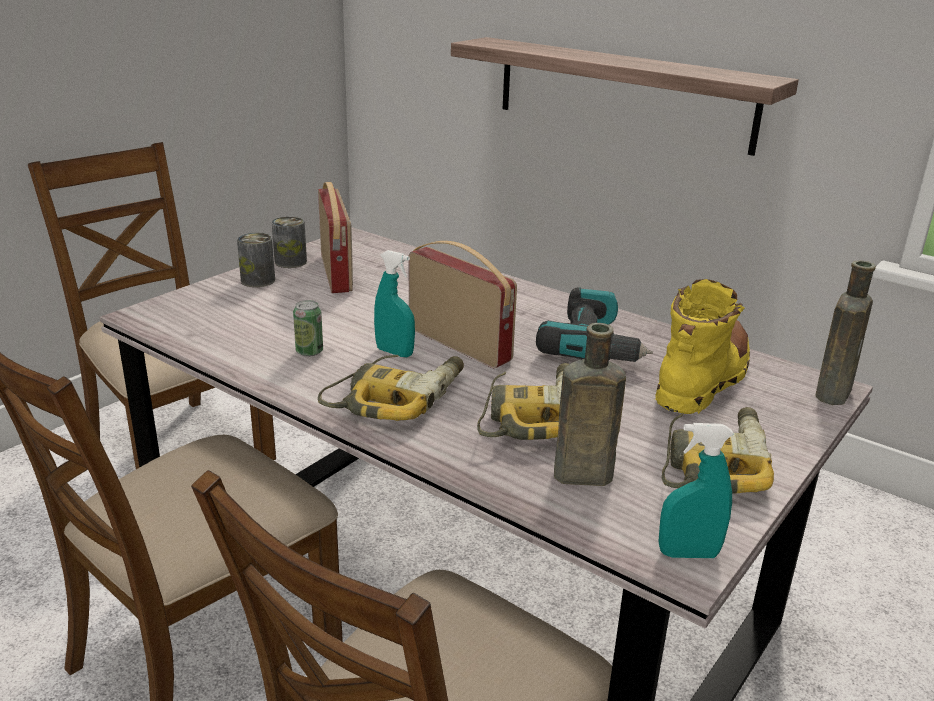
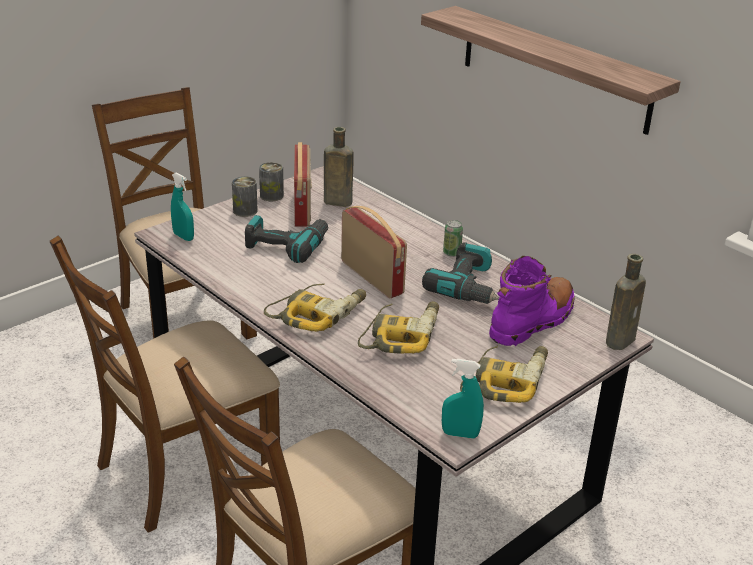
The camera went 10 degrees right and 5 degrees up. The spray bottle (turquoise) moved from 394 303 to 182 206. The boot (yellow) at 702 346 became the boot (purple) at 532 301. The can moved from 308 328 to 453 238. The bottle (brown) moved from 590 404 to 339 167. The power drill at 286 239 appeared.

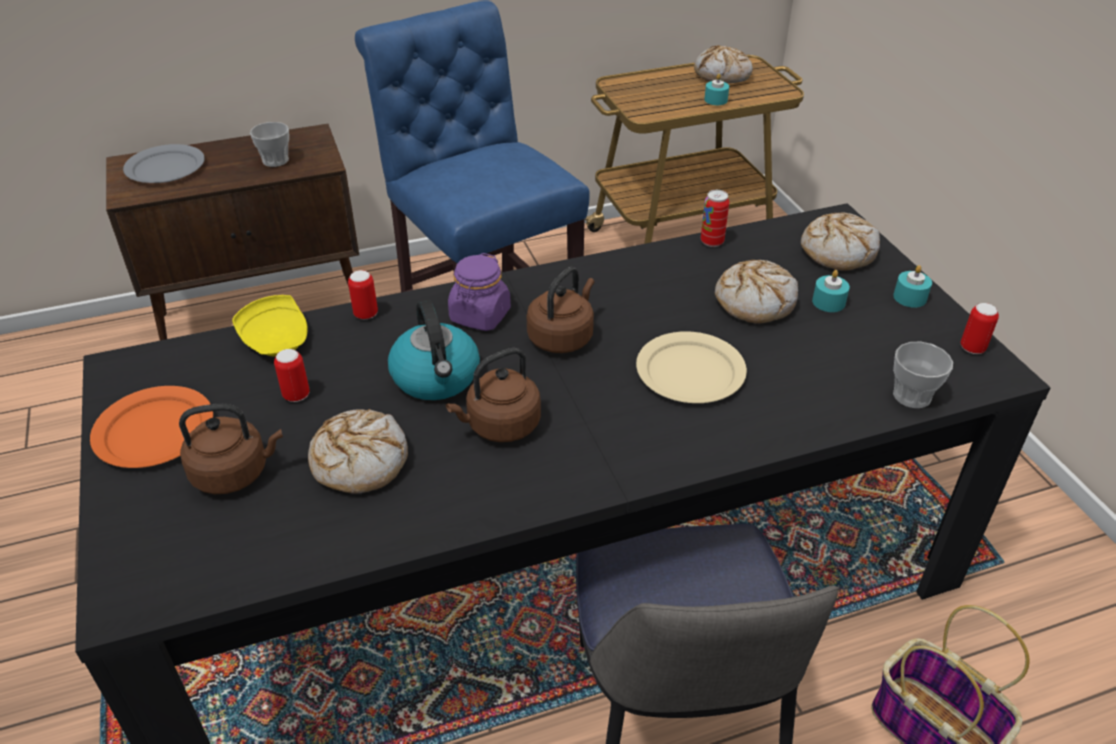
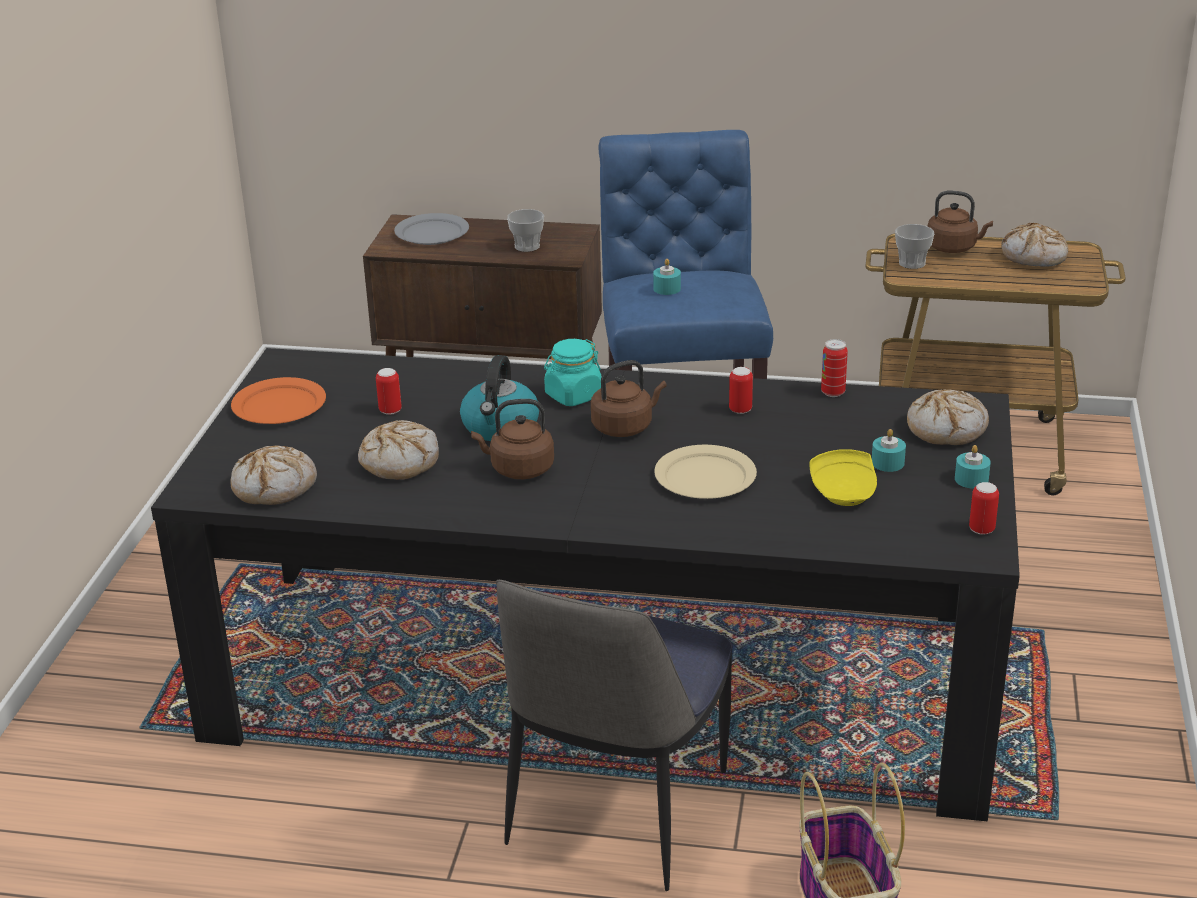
The camera went 30 degrees right and 10 degrees down. The candle (turquoise) moved from 716 89 to 667 277. The jar (purple) at 479 292 became the jar (turquoise) at 573 372. The bread moved from 756 292 to 273 475. The can moved from 363 294 to 741 390. The plate (yellow) moved from 270 326 to 843 477. The cup moved from 923 374 to 914 246. The kettle (brown) moved from 231 448 to 960 222.

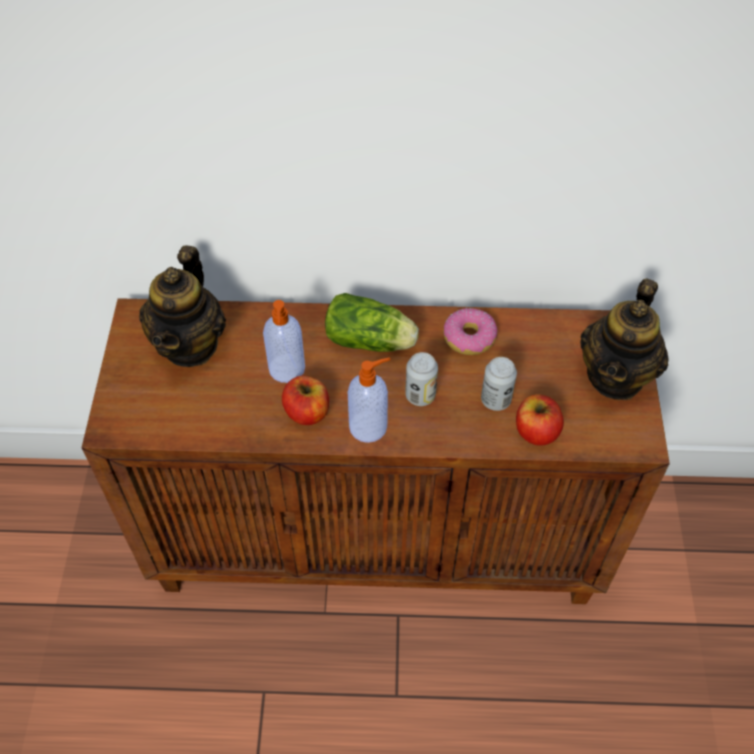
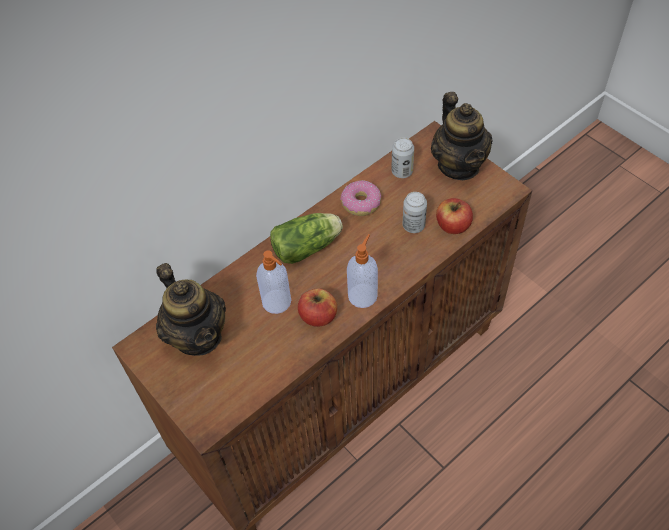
The camera went 40 degrees left and 0 degrees up. The can moved from 421 379 to 402 158.

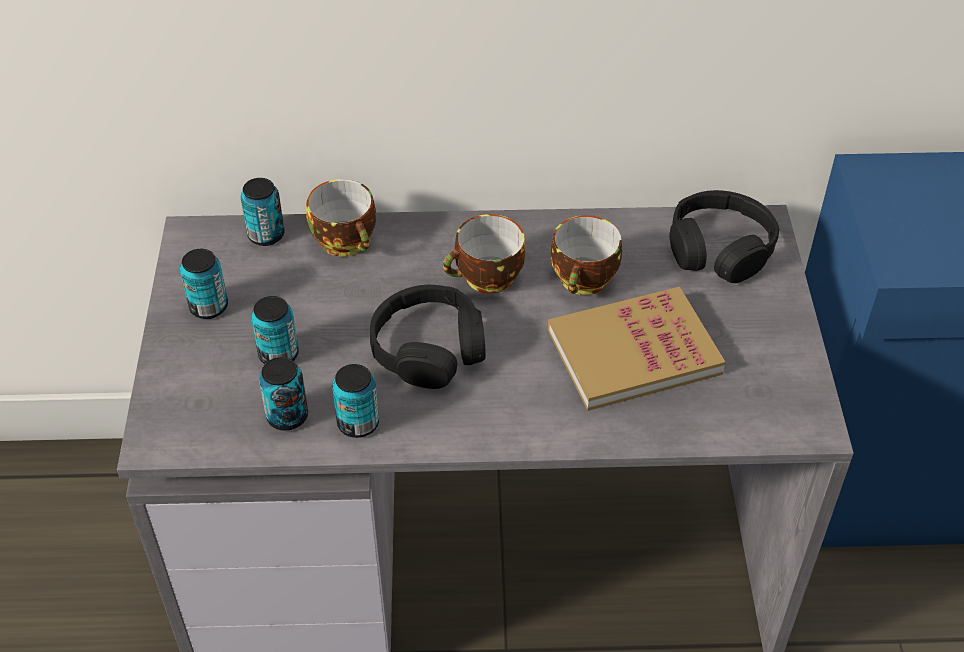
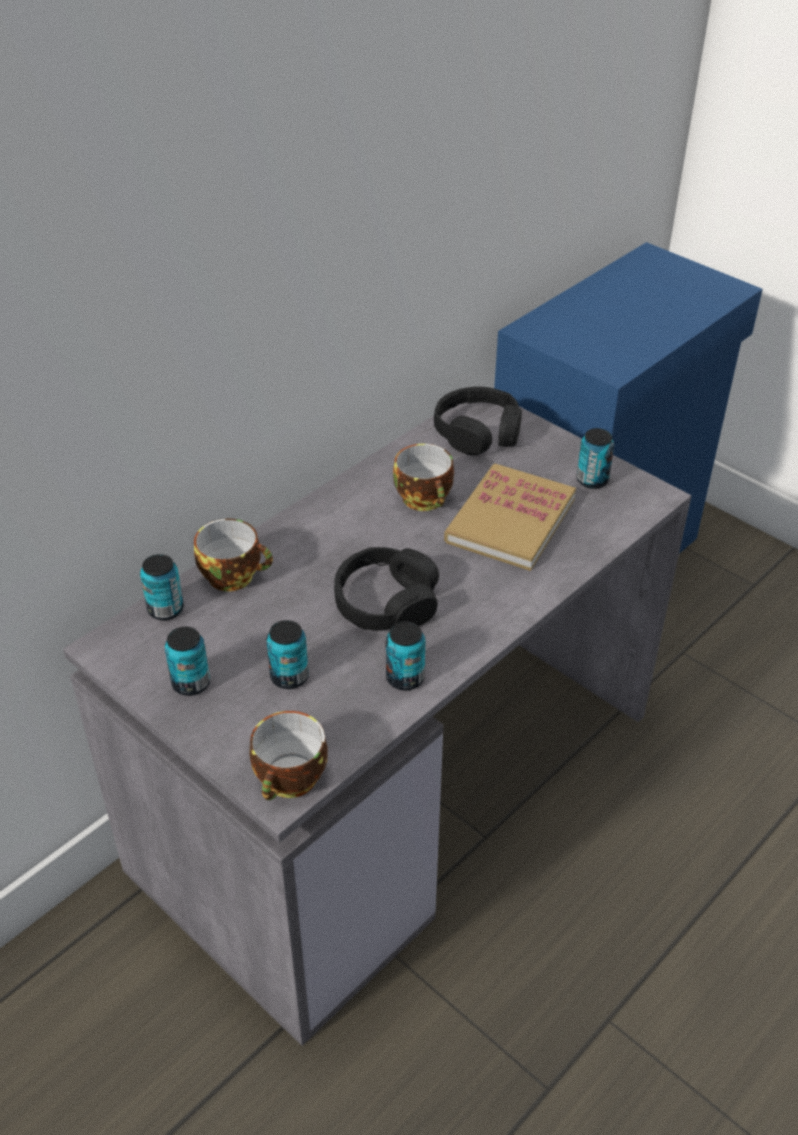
The camera went 45 degrees left and 5 degrees down. The cup moved from 484 254 to 289 755. The can moved from 283 394 to 595 458.

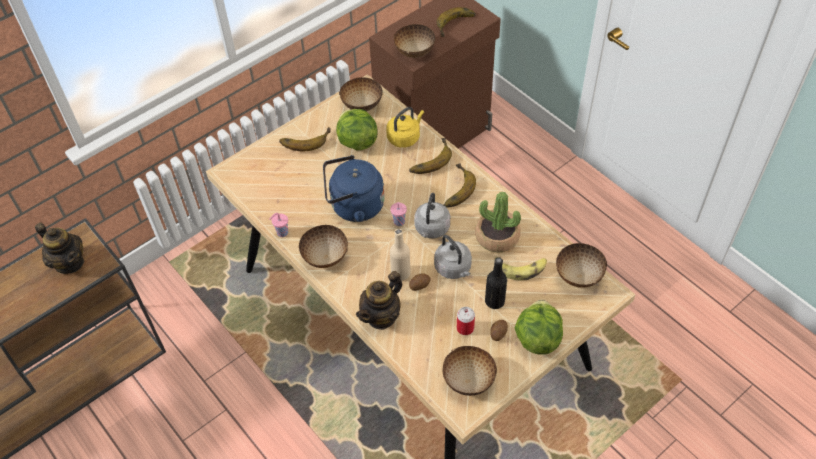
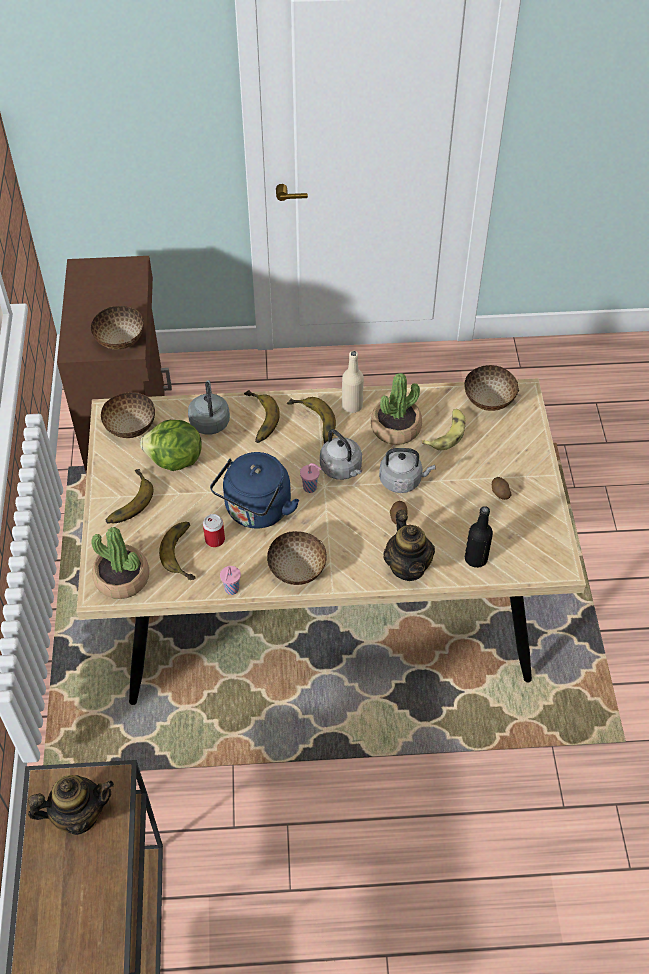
The camera went 55 degrees left and 0 degrees up. The banana moved from 456 22 to 177 551. The kettle (yellow) at 405 127 became the kettle (grey) at 209 407. The bottle (beige) moved from 400 255 to 353 382. The bottle (black) moved from 496 283 to 479 537. The lettuce at 539 327 disappeared. The can moved from 466 321 to 214 530. The bowl at 470 371 disappeared. The potted plant at 120 563 appeared.

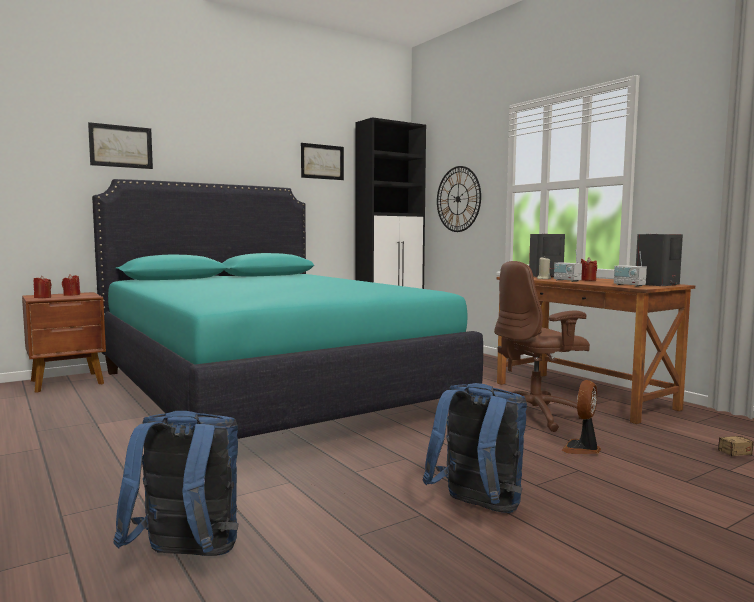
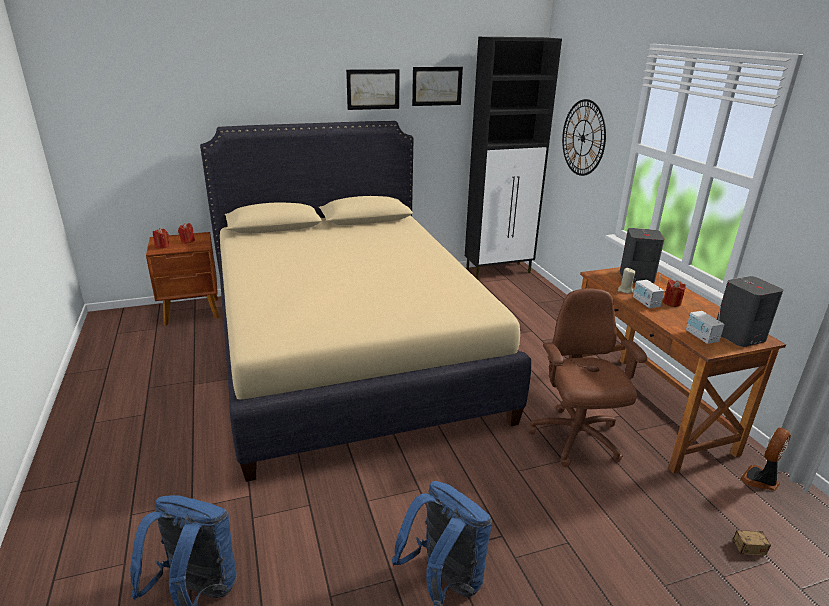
The camera went 15 degrees right and 20 degrees up. The picture moved from 120 145 to 373 89. The bed (turquoise) at 287 309 became the bed (beige) at 366 301. The office chair (brown) at 542 346 turned 90 degrees clockwise. The fan moved from 581 417 to 765 459.

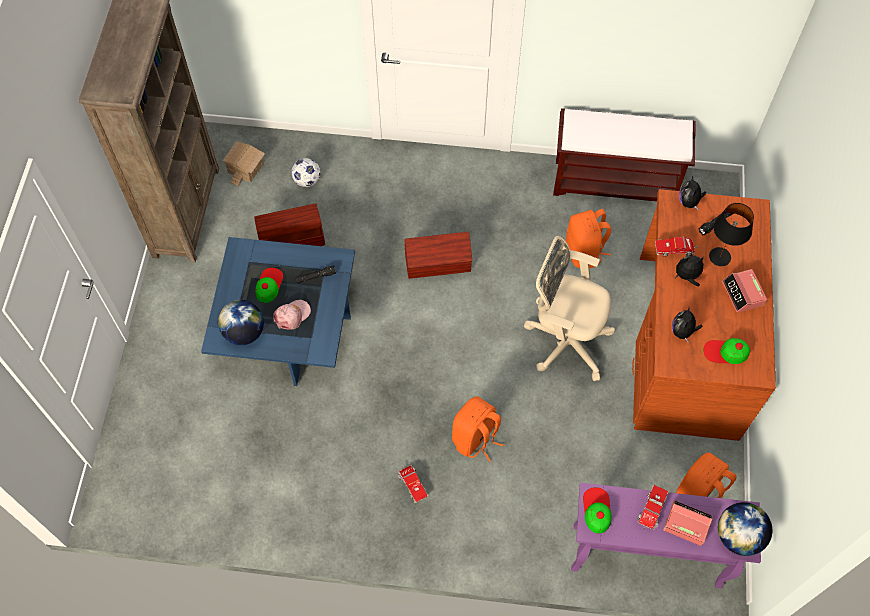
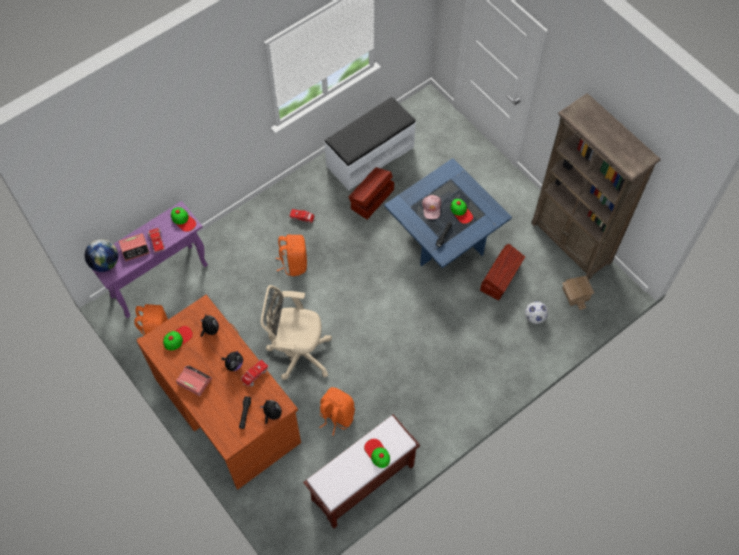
The camera went 135 degrees right and 0 degrees up. The table lamp (black) at 731 234 disappeared. The storage box (brown) moved from 438 255 to 371 193. The office chair (beige) at 569 308 turned 150 degrees counterclockwise. The globe at 241 322 disappeared. The bench (white) at 370 143 appeared. The cap at 377 453 appeared.

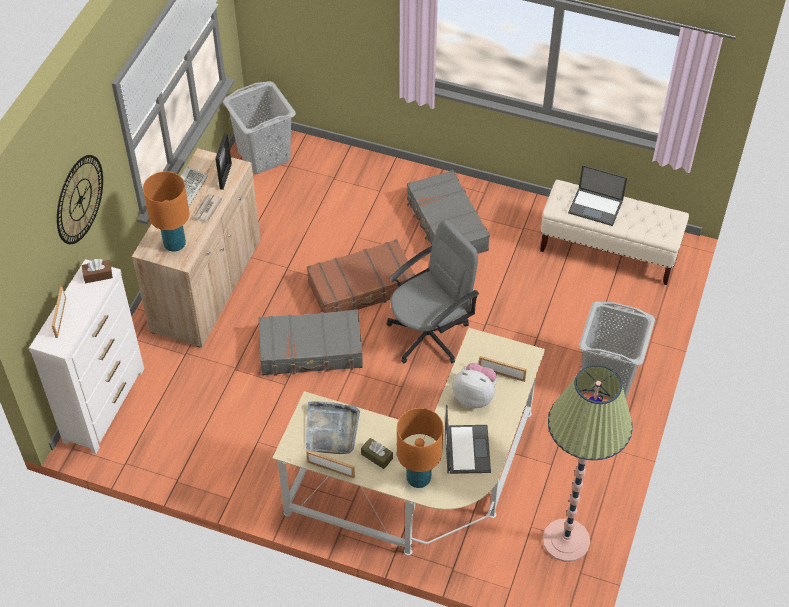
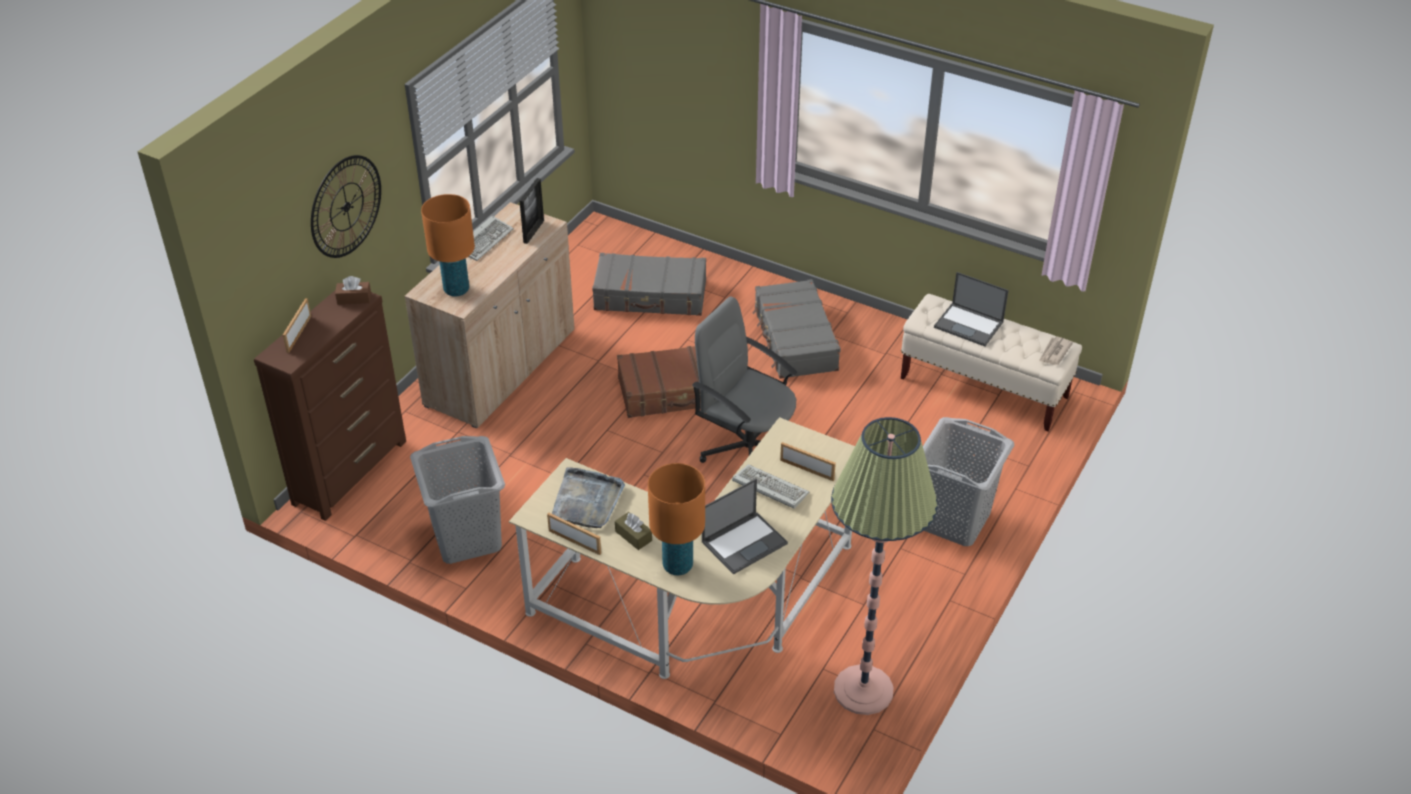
The camera went 10 degrees right and 10 degrees down. The laundry basket (grey) moved from 259 127 to 457 500. The newspaper moved from 208 208 to 1056 350. The office chair (grey) at 433 291 turned 120 degrees counterclockwise. The dresser (white) at 86 356 became the dresser (brown) at 330 405. The suitcase (grey) moved from 310 342 to 649 284. The plush toy at 474 385 was replaced by the keyboard at 770 486. The laptop at 468 439 turned 45 degrees clockwise.

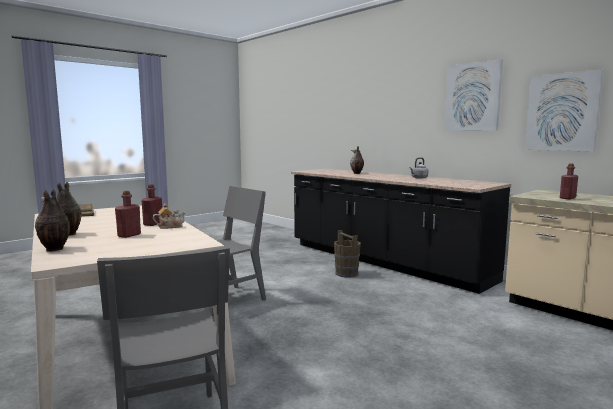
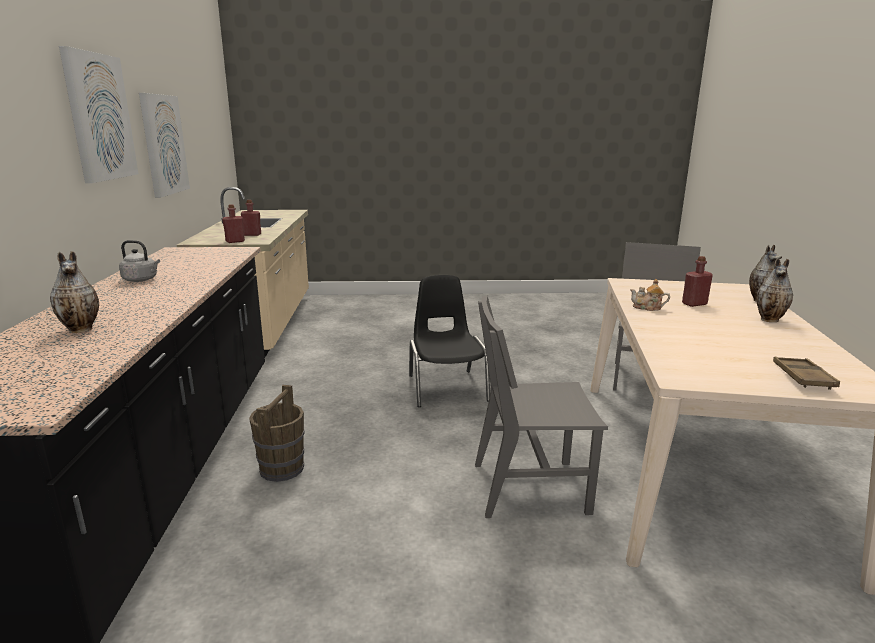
The camera went 140 degrees left and 10 degrees up. The bottle (red) moved from 151 205 to 233 223. The chair (black) at 449 341 appeared.

